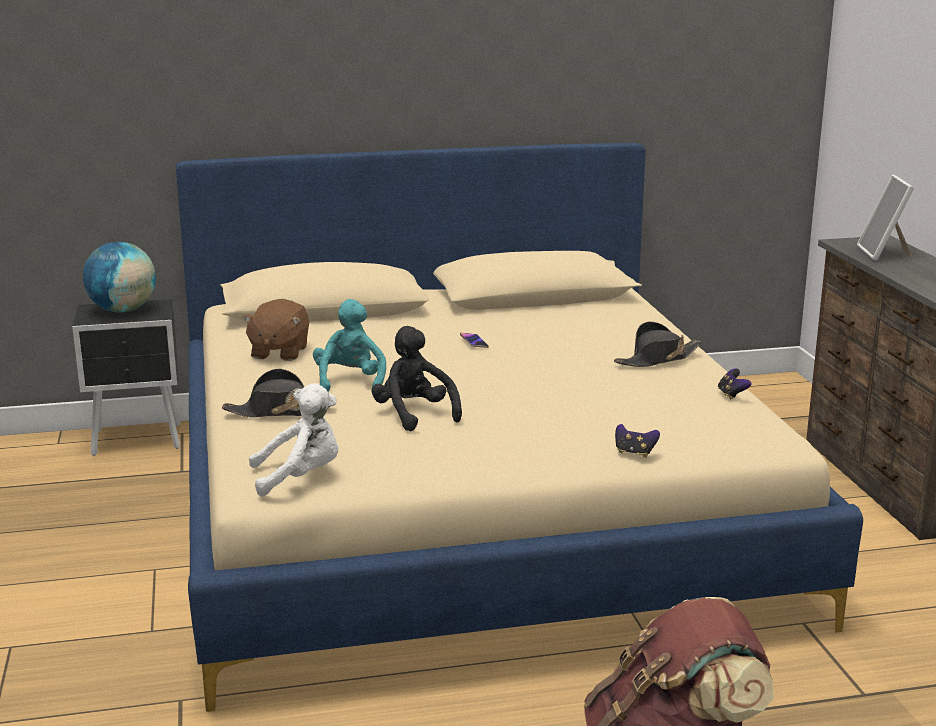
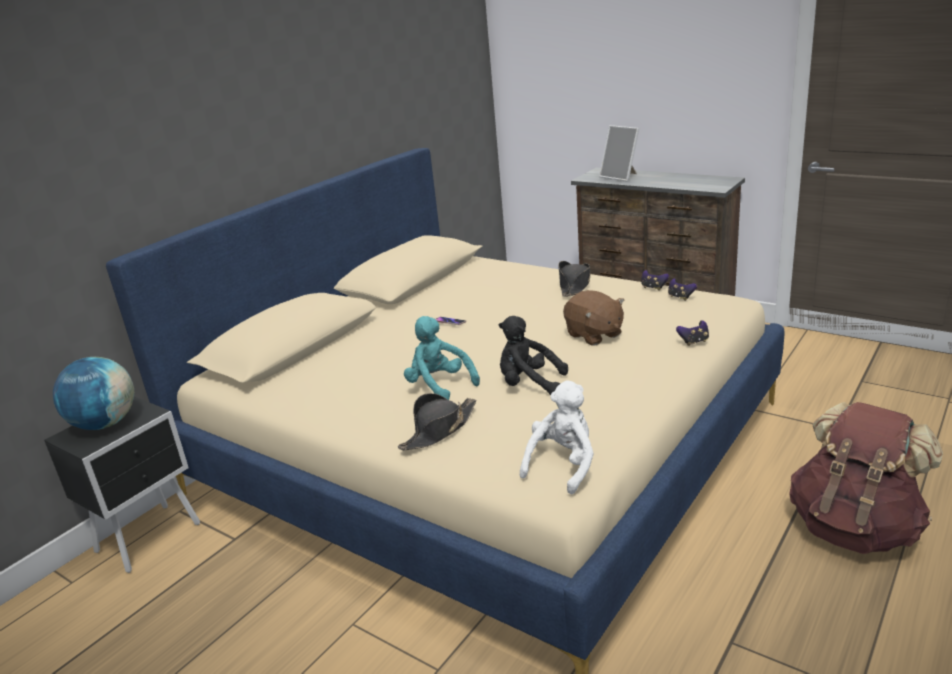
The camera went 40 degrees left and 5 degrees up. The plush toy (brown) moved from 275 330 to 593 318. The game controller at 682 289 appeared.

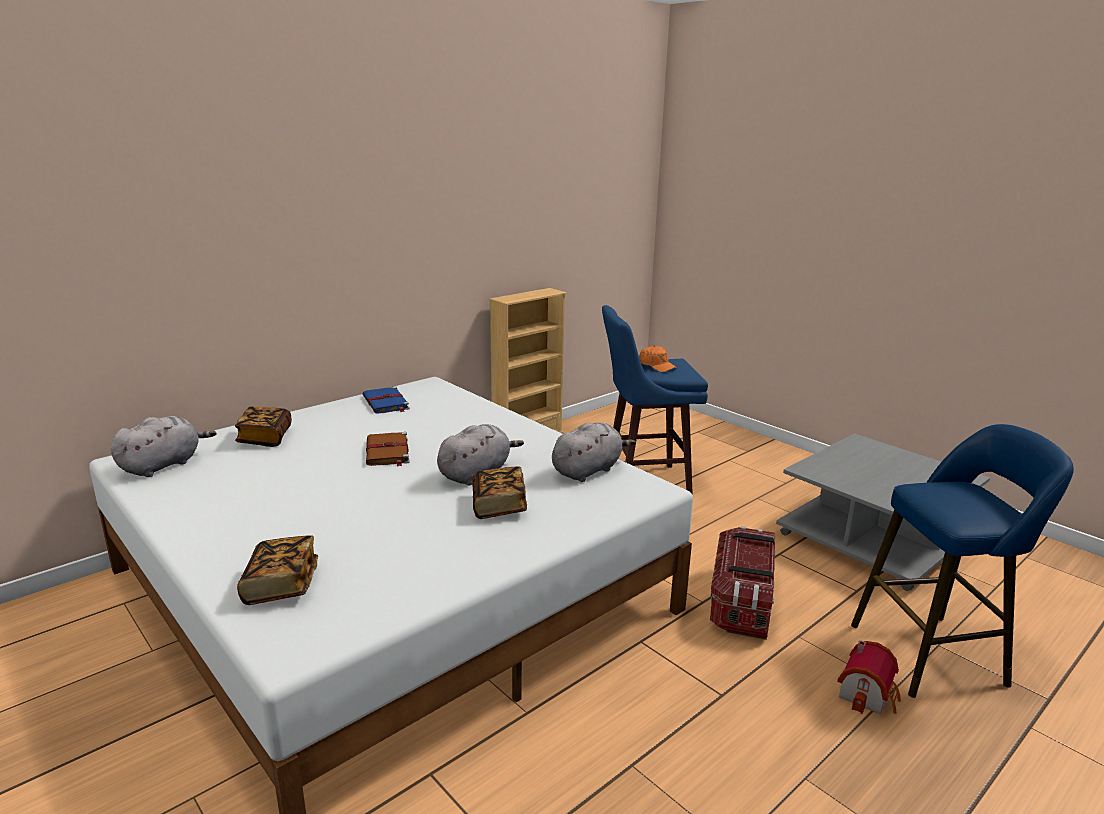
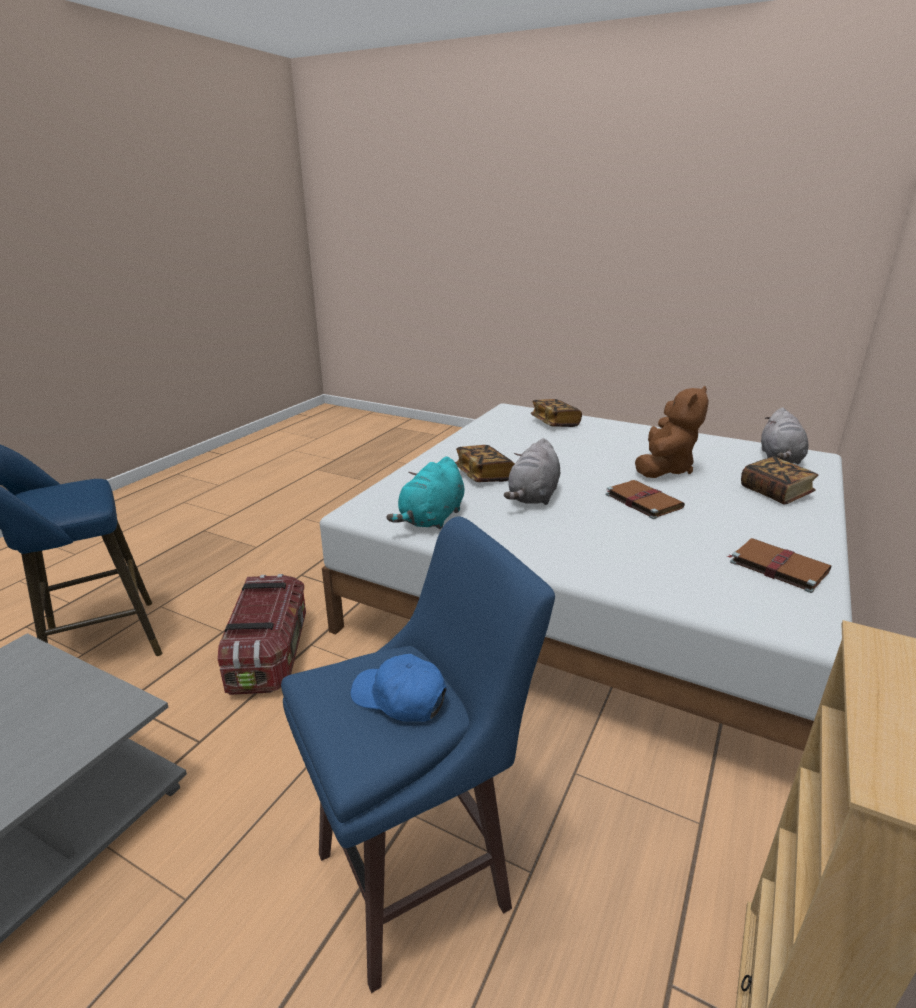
The camera went 160 degrees right and 5 degrees up. The cap (orange) at 658 359 became the cap (blue) at 398 688. The book (blue) at 386 400 became the book (brown) at 779 565. The plush toy (grey) at 594 452 became the plush toy (turquoise) at 426 493. The toy house at 869 677 disappeared. The plush toy (brown) at 672 432 appeared.

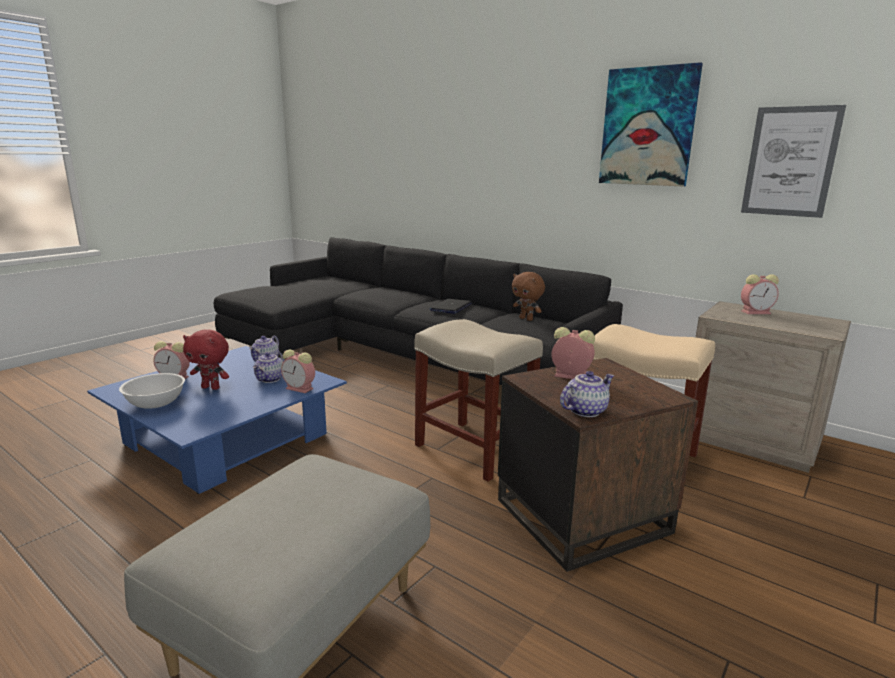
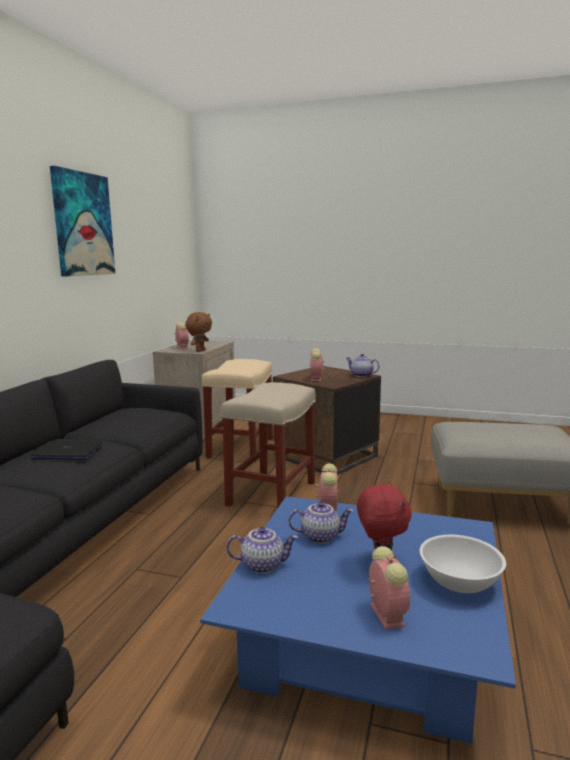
The camera went 110 degrees left and 5 degrees down. The picture at 793 161 disappeared. The plush toy (brown) moved from 528 296 to 198 332.

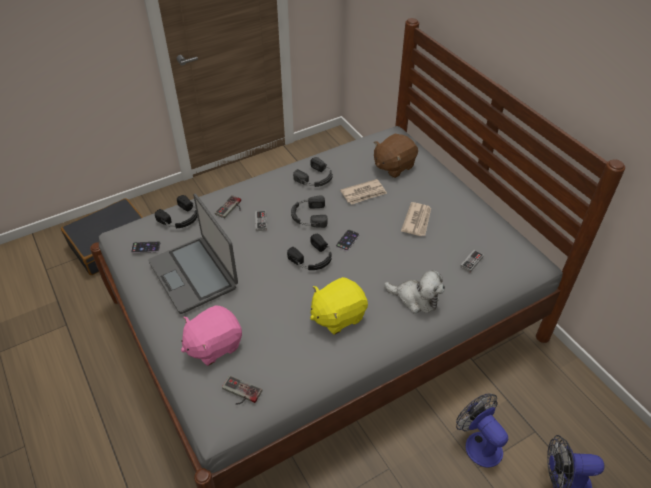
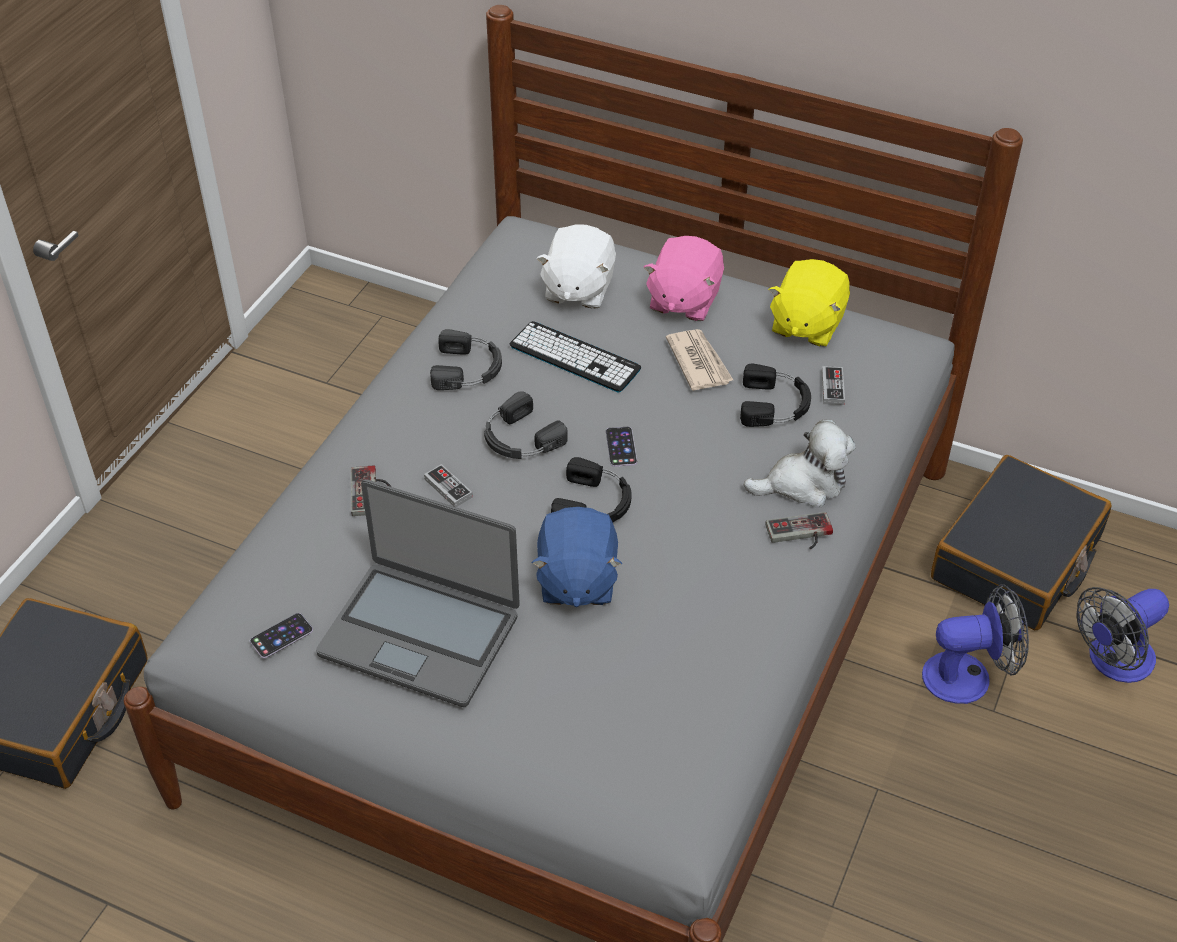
The camera went 35 degrees left and 0 degrees up. The plush toy (brown) at 396 156 became the plush toy (white) at 576 267. The newspaper at 363 192 was replaced by the keyboard at 575 357. The headphones (black) moved from 176 211 to 775 395. The plush toy (yellow) moved from 339 306 to 809 303. The plush toy (pink) moved from 211 335 to 683 278. The game controller moved from 242 390 to 799 530. The fan at 482 431 turned 150 degrees clockwise. The suitcase (black) at 1021 542 appeared. The plush toy (blue) at 576 557 appeared.

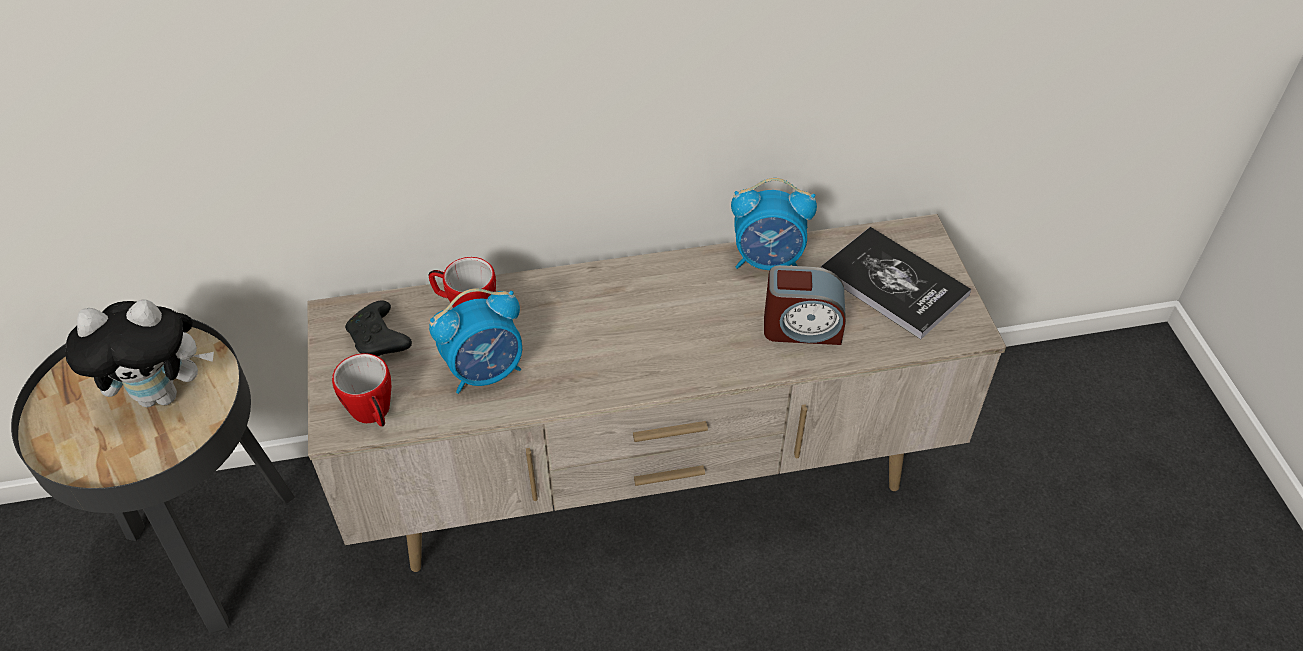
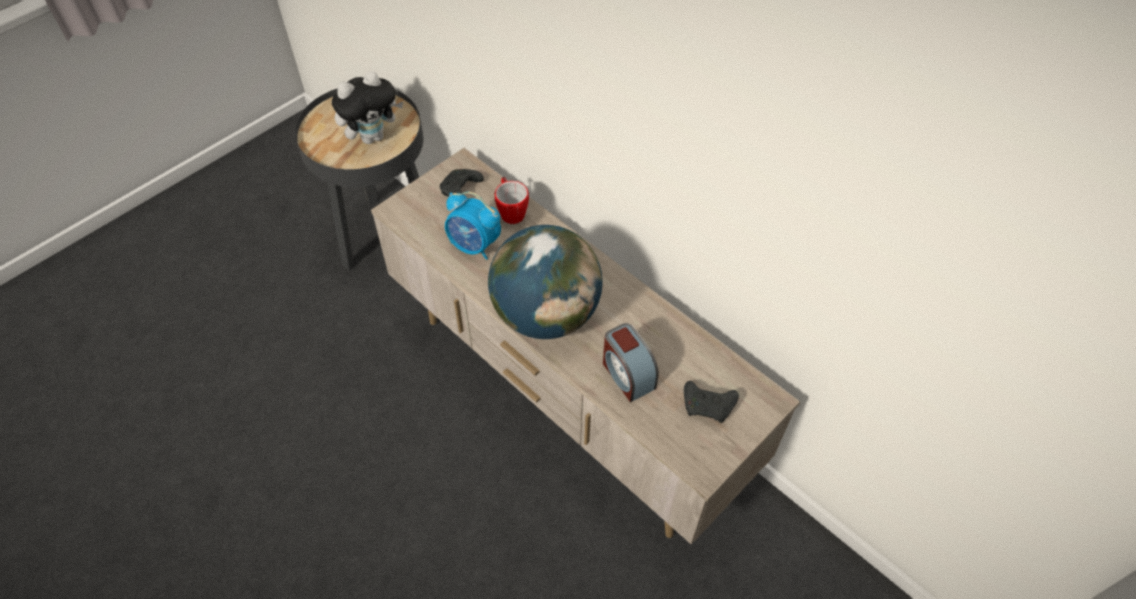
The camera went 55 degrees right and 5 degrees up. The alarm clock at 774 224 disappeared. The book at 896 283 was replaced by the game controller (black) at 711 402. The plush toy at 139 353 turned 75 degrees counterclockwise. The mug at 361 389 disappeared. The globe at 545 282 appeared.

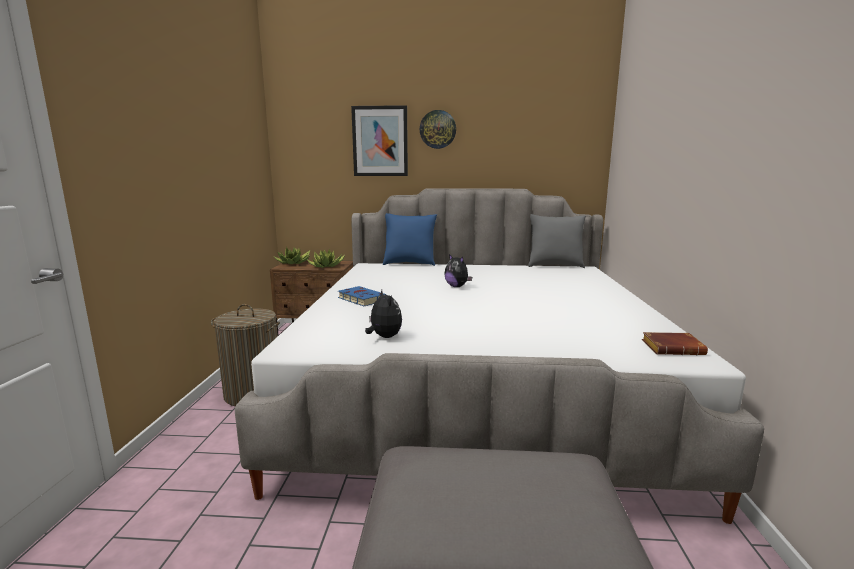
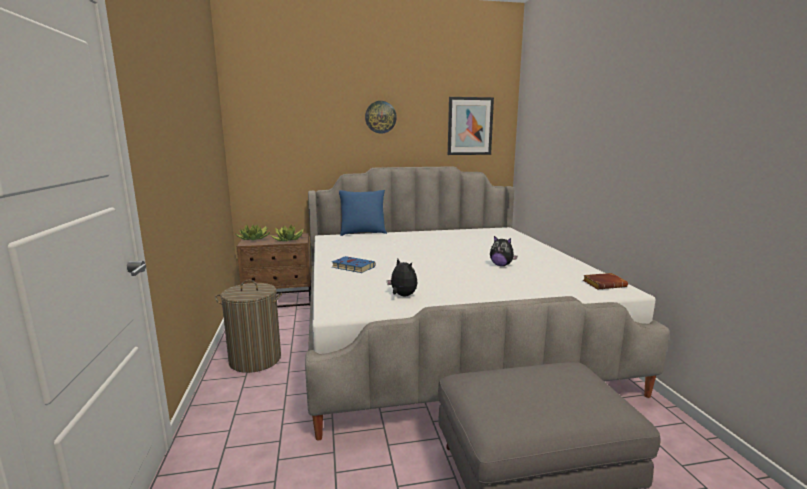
The camera went 15 degrees left and 0 degrees up. The picture moved from 379 140 to 471 126. The pillow (grey) at 557 241 disappeared. The plush toy moved from 458 270 to 503 251.

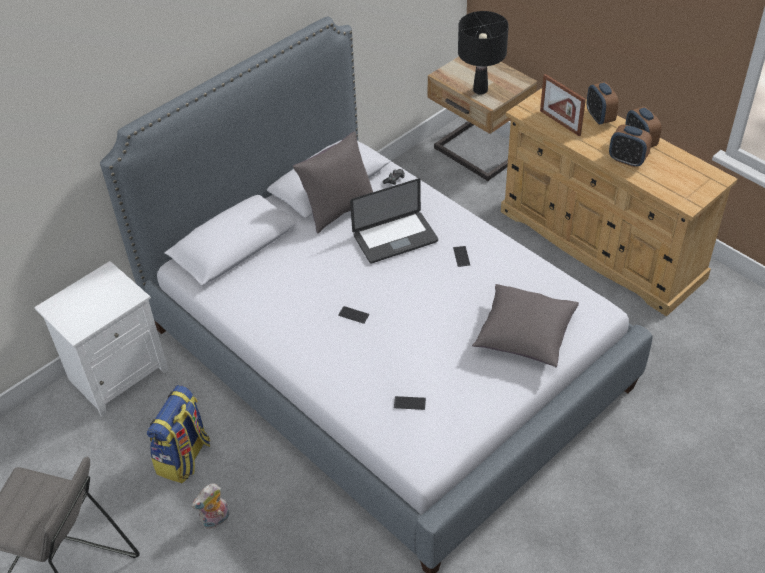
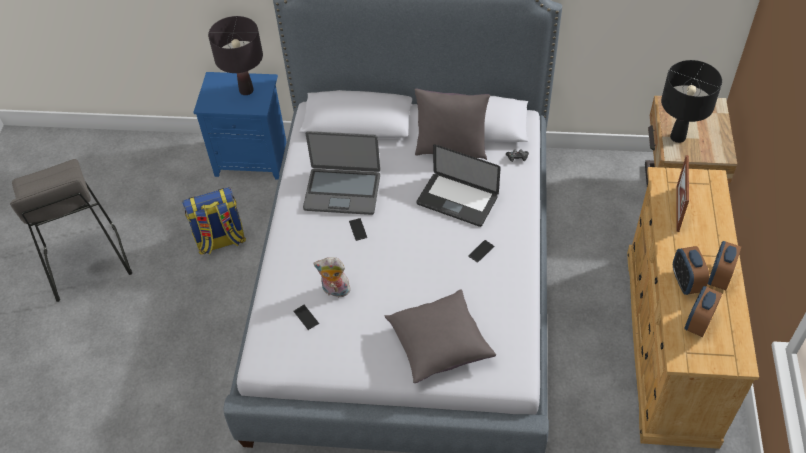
The camera went 50 degrees right and 5 degrees up. The alarm clock moved from 603 103 to 703 311. The nightstand (white) at 101 339 became the nightstand (blue) at 240 125. The plush toy moved from 210 506 to 332 277. The table lamp (black) at 235 55 appeared. The laptop at 341 173 appeared.

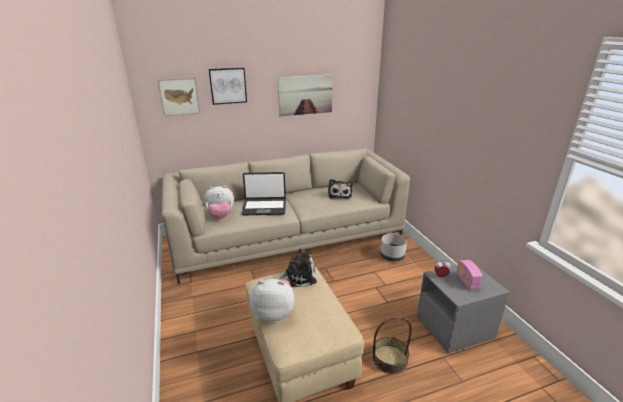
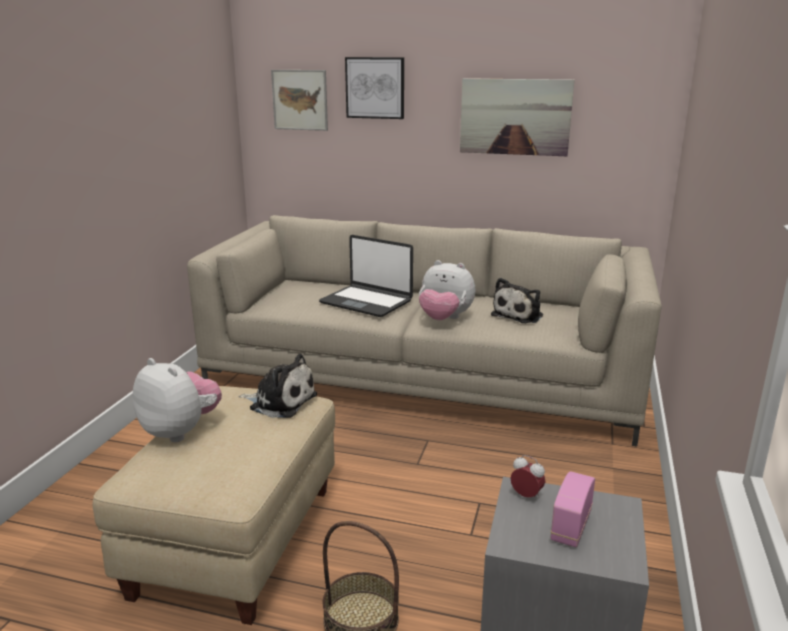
The camera went 35 degrees right and 5 degrees down. The plush toy moved from 219 202 to 447 290. The planter (grey) at 393 247 disappeared.

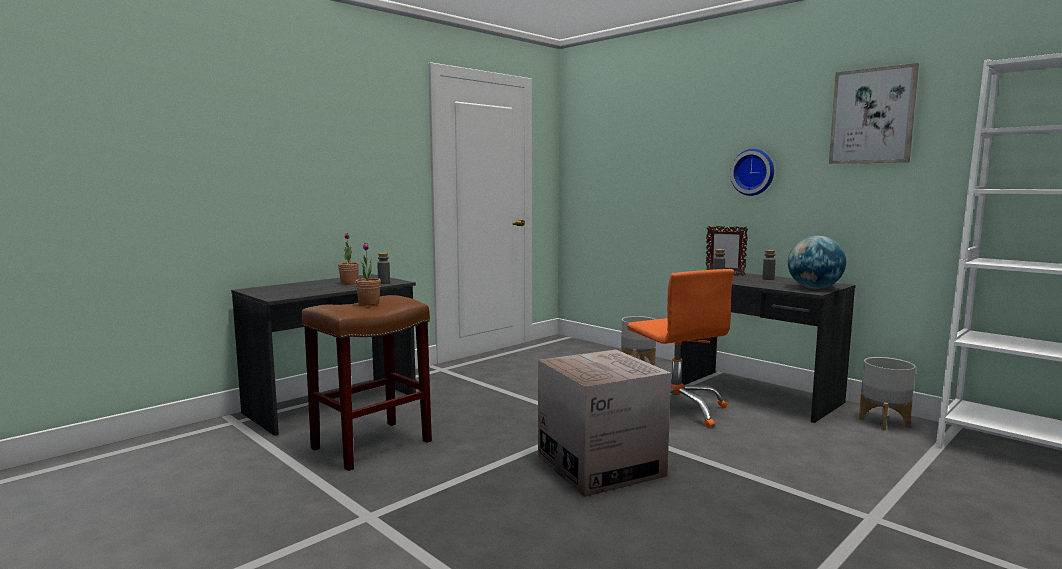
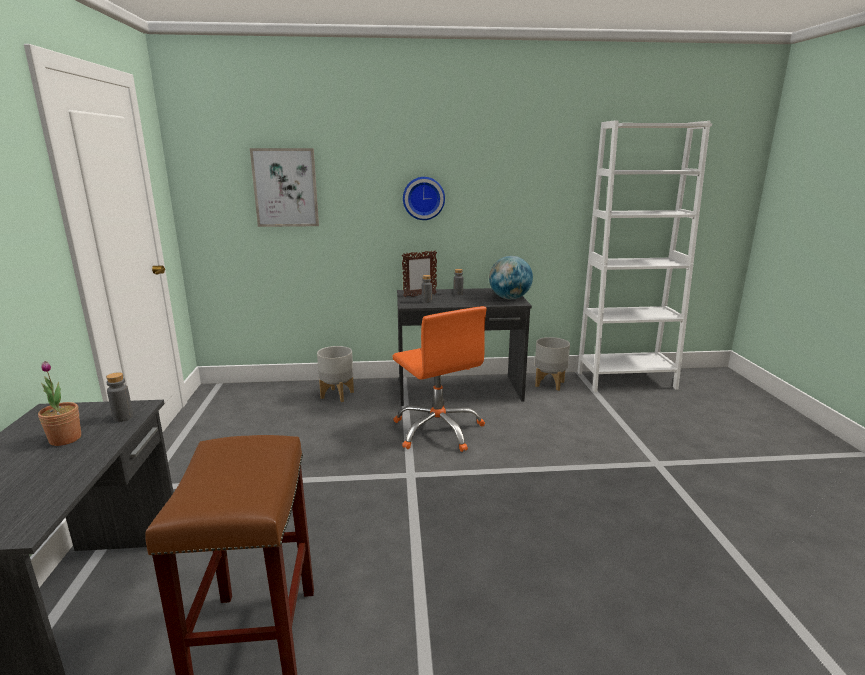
The camera went 50 degrees left and 10 degrees up. The picture moved from 874 113 to 284 187. The potted plant at 368 274 disappeared. The office chair (orange) at 680 348 turned 45 degrees clockwise. The cardboard box at 604 423 disappeared.

